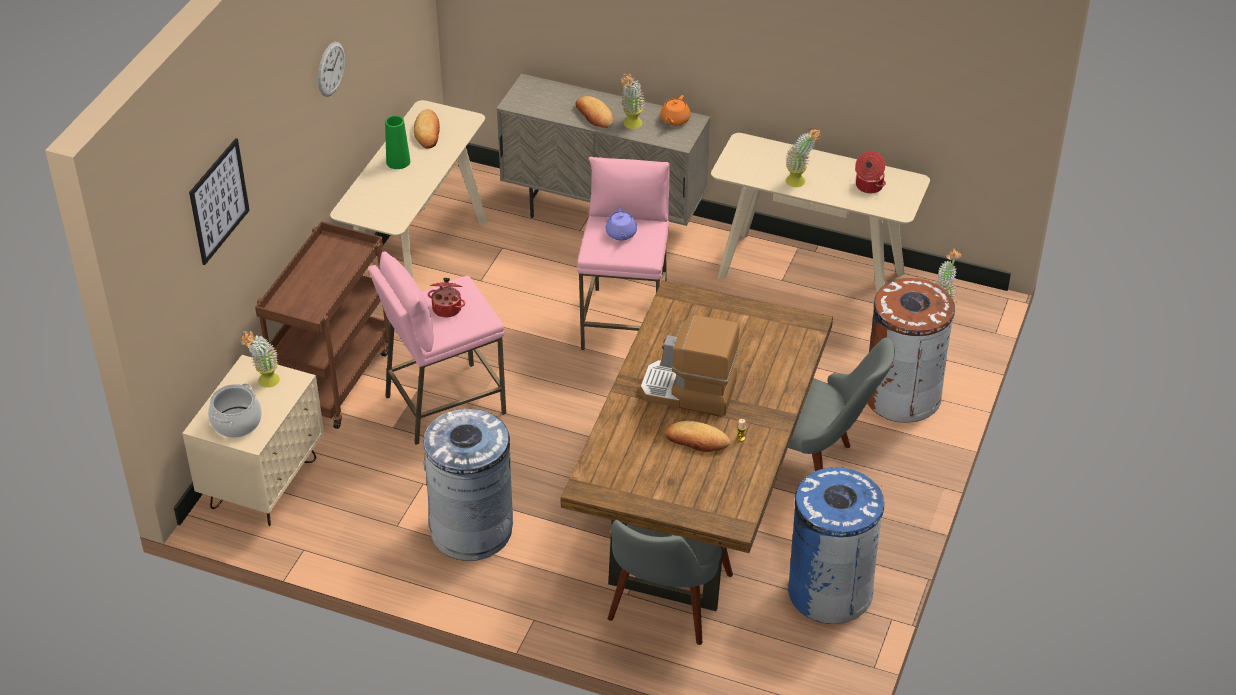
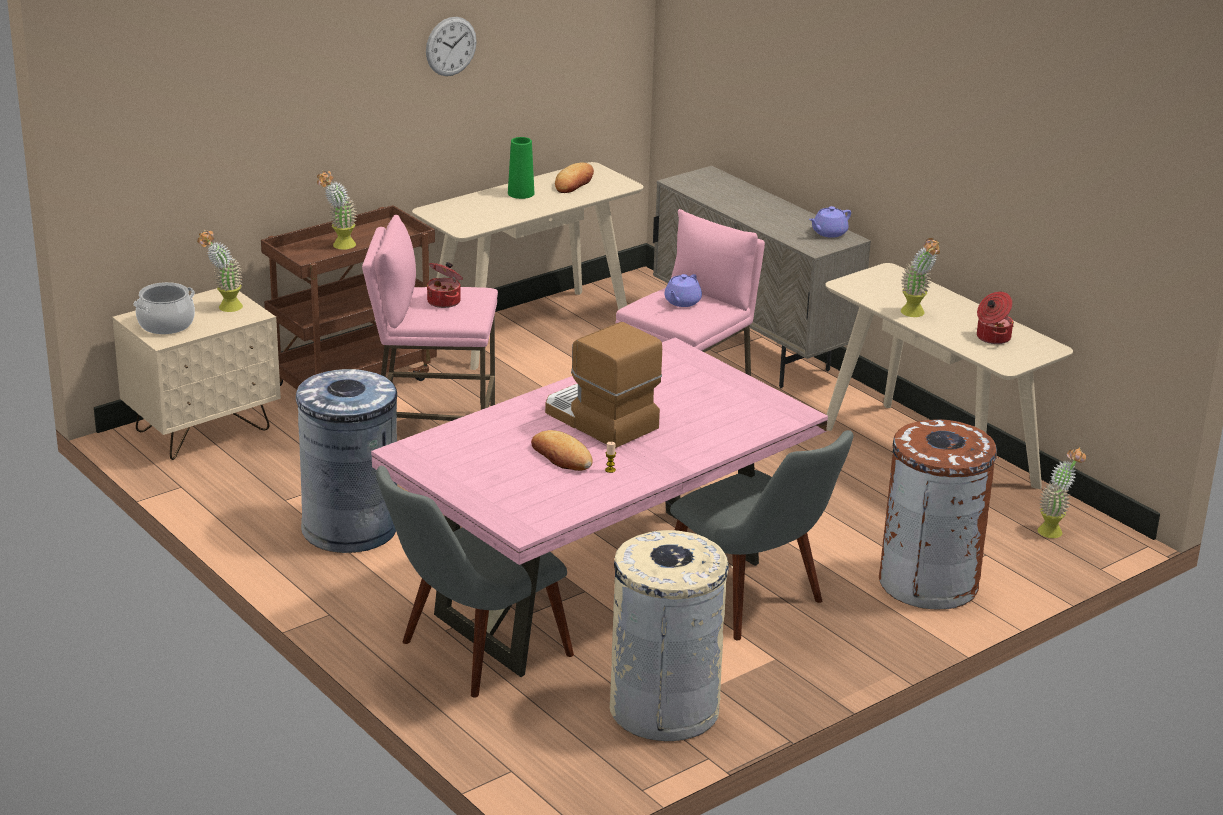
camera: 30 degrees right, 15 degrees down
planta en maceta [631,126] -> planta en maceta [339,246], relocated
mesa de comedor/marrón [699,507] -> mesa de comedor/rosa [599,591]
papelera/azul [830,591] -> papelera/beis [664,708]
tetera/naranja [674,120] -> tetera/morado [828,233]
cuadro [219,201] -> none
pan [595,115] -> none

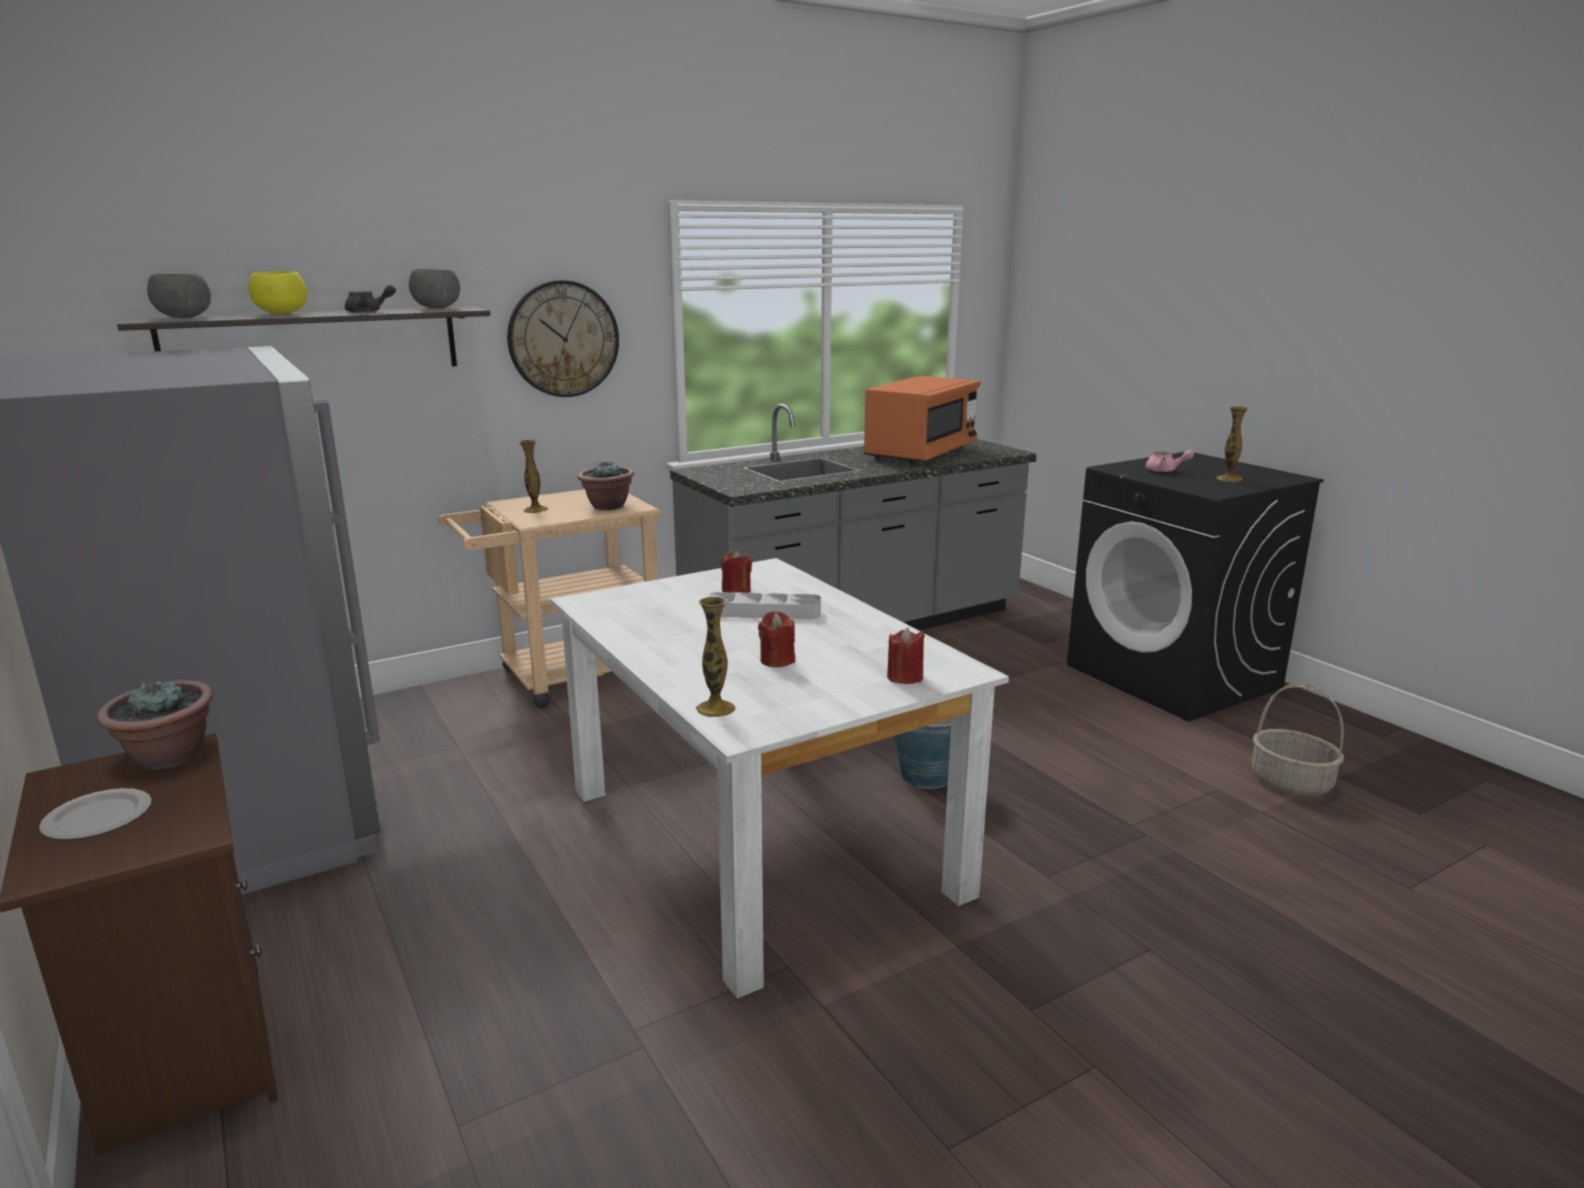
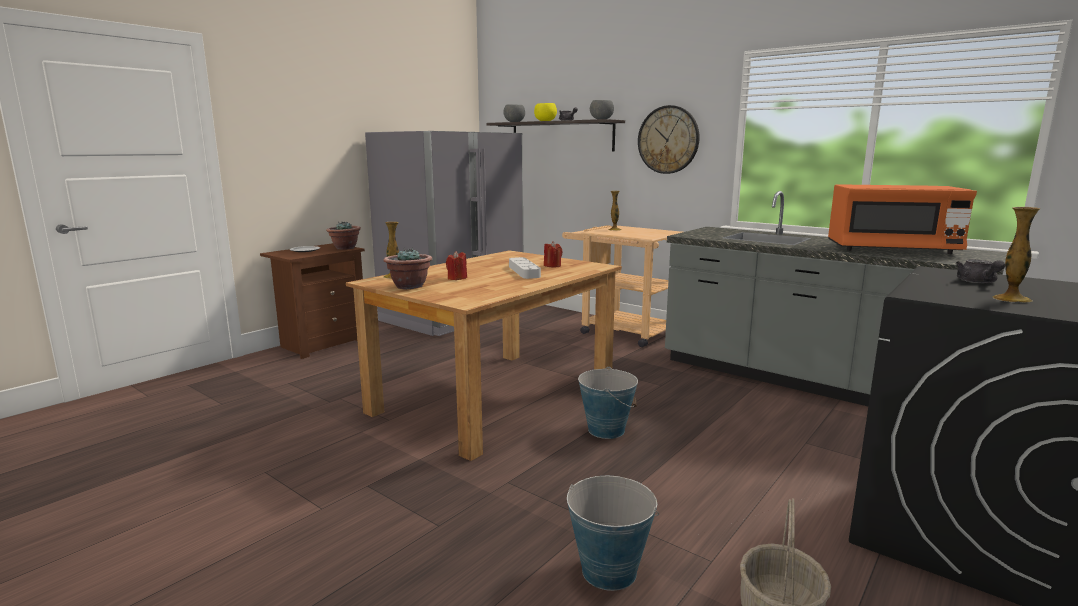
camera: 70 degrees right, 5 degrees down
mesa de comedor/blanco [756,839] -> mesa de comedor/marrón [494,396]
planta en maceta [607,506] -> planta en maceta [409,286], relocated
none -> cubo [608,571]
tetera/rosa [1165,471] -> tetera/gris [978,282]
vela/rojo [905,677] -> none

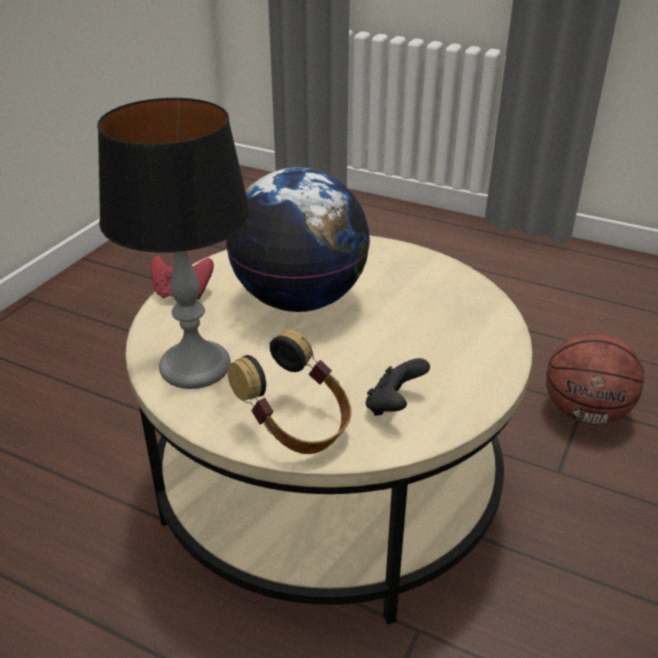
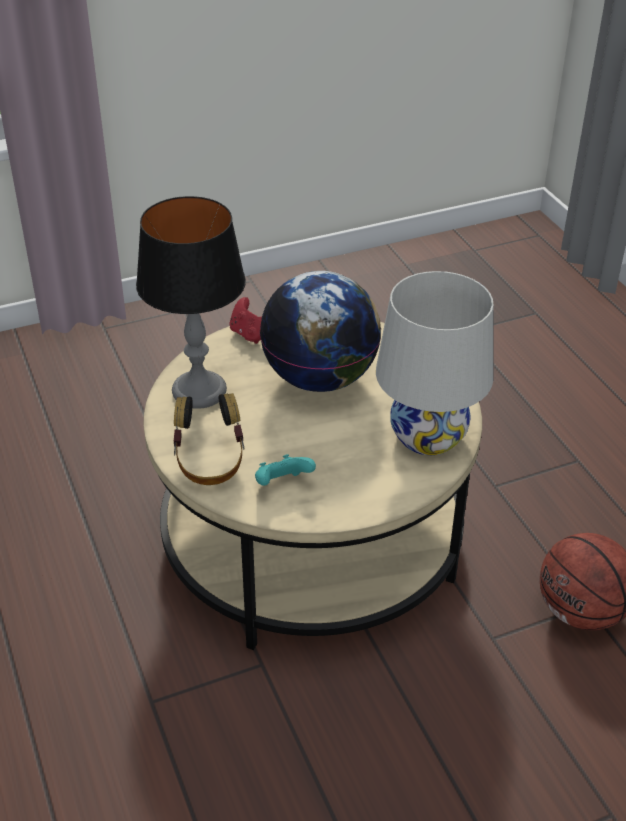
camera: 40 degrees right, 5 degrees up
mando de consola/negro [394,405] -> mando de consola/turquesa [282,484]
none -> lámpara de mesa/blanco [428,436]

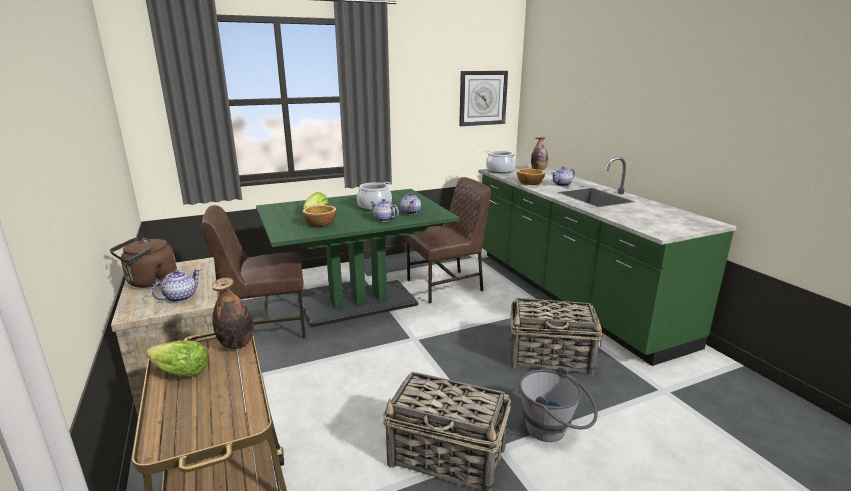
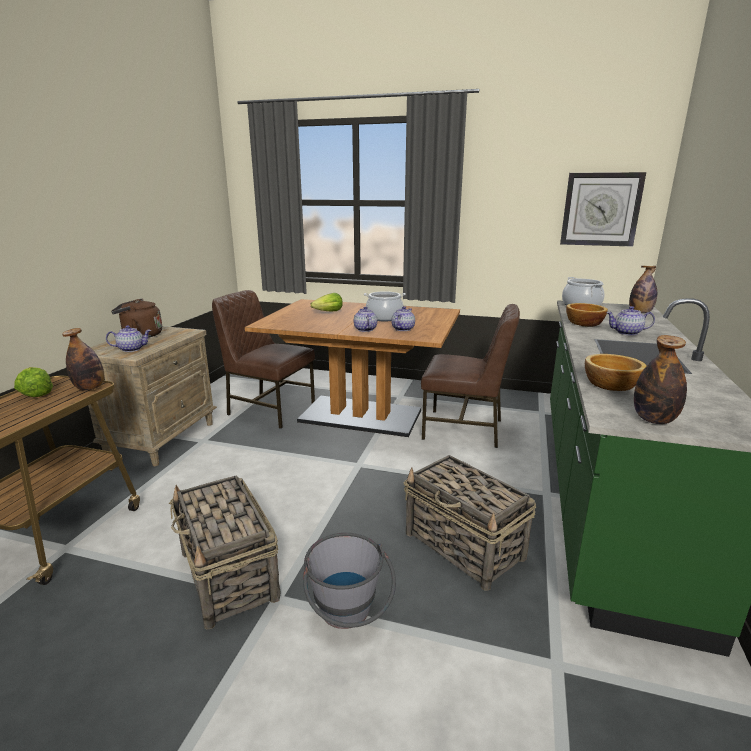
camera: 40 degrees right, 0 degrees up
mesa de comedor/verde [358,303] -> mesa de comedor/marrón [360,416]
cuenco [320,223] -> cuenco [610,385], relocated
none -> botella [654,420]

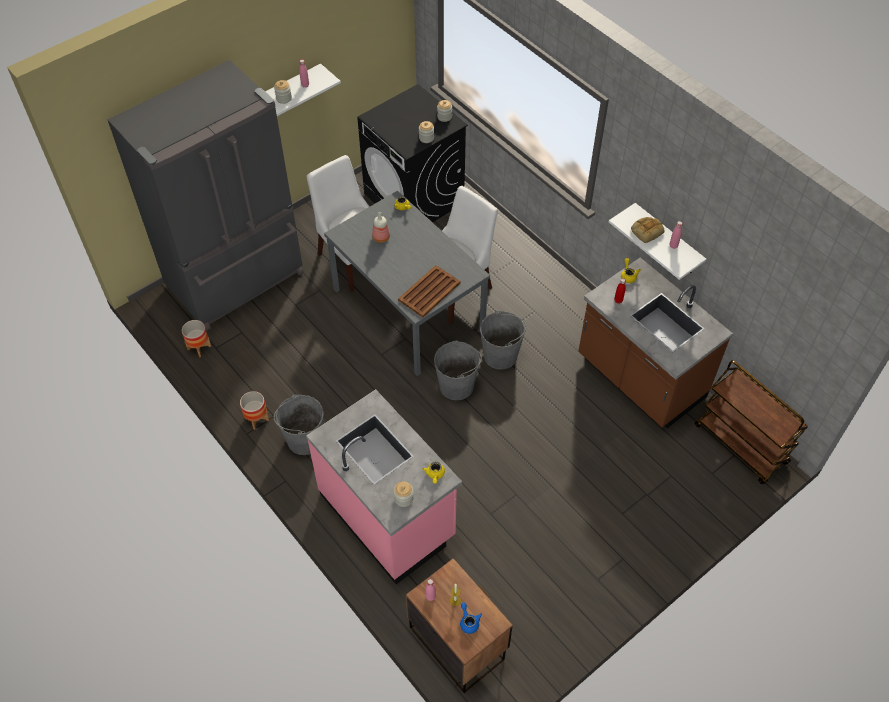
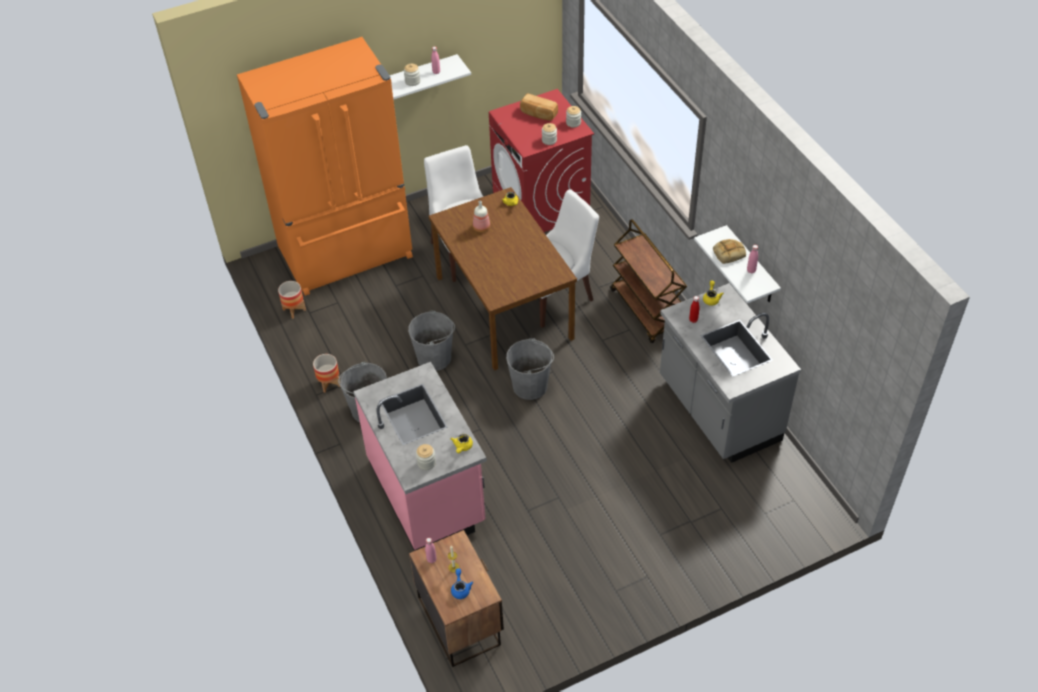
camera: 15 degrees right, 5 degrees down
nevera/gris [237,281] -> nevera/naranja [347,255]
cubo/gris [500,355] -> cubo/gris [434,358], relocated
mesa de comedor/gris [409,310] -> mesa de comedor/marrón [505,308]
lavadora/negro [414,198] -> lavadora/rojo [541,204]
none -> pan [538,114]
carrito/marrón [741,444] -> carrito/marrón [646,311], relocated
mueble bajo de cocina/marrón [639,379] -> mueble bajo de cocina/gris [717,411]
bandeja/marrón [430,291] -> none

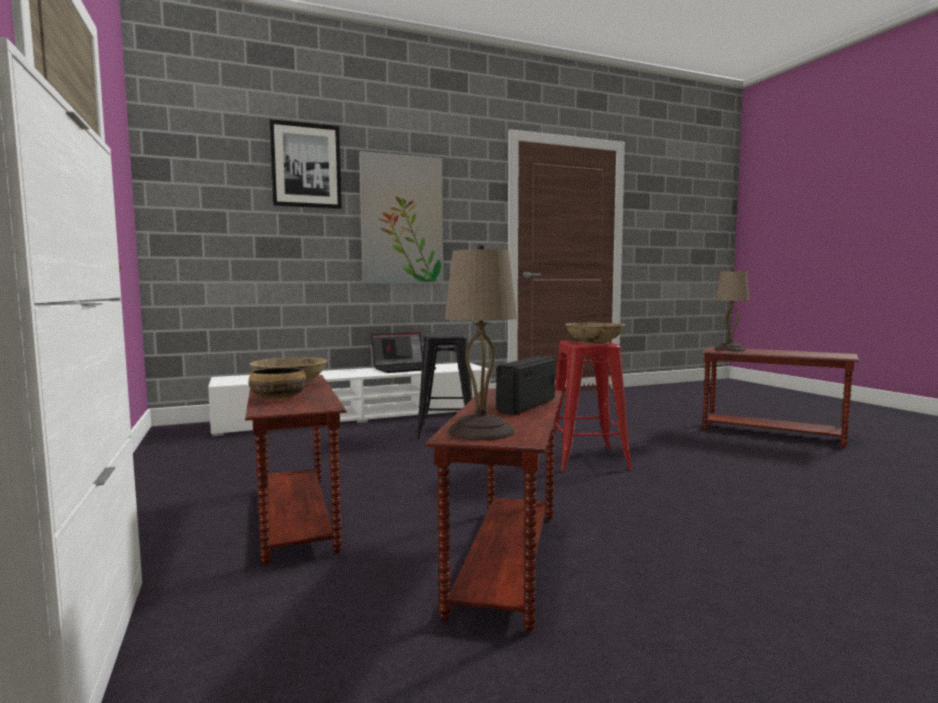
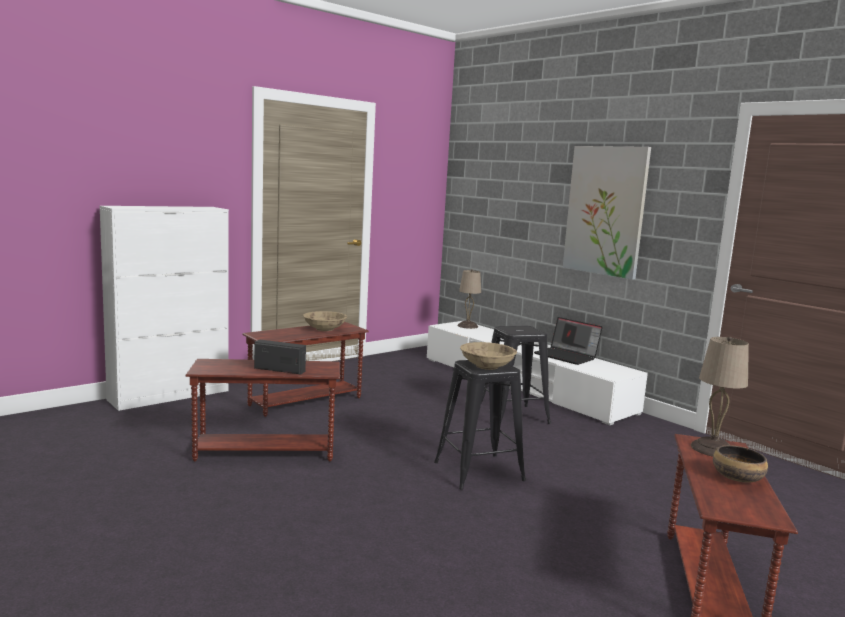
camera: 70 degrees right, 5 degrees up
taburete/rojo [586,459] -> taburete/negro [478,471]
lámpara de mesa/beis [481,432] -> lámpara de mesa/beis [467,326], relocated
cuenco [277,398] -> cuenco [736,477], relocated
cuadro [306,165] -> none

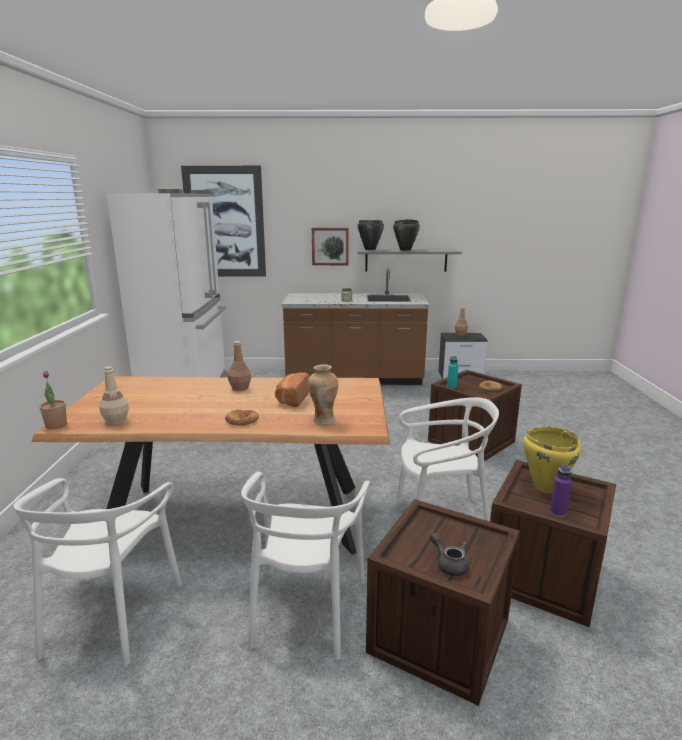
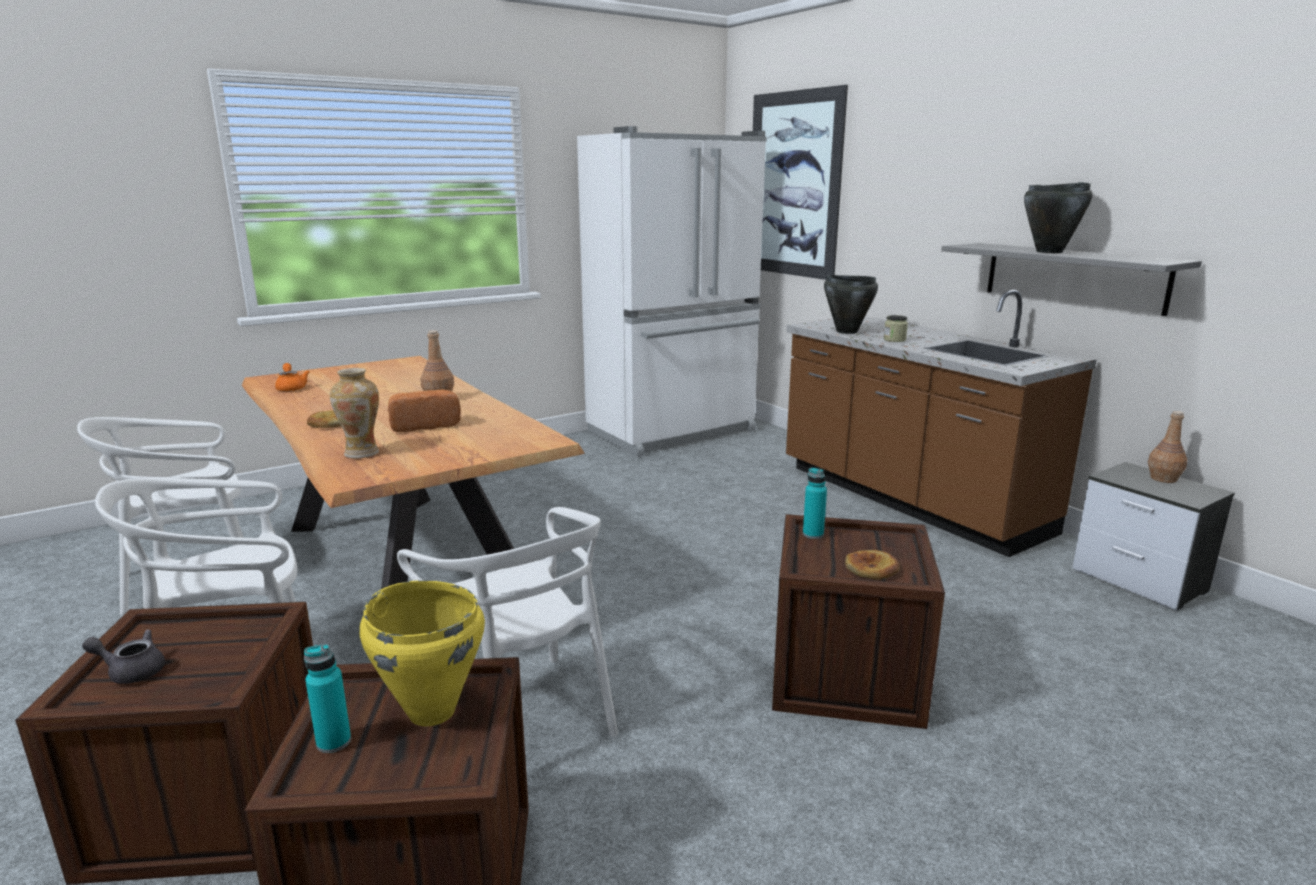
camera: 55 degrees right, 0 degrees up
tetera/gris [449,564] -> tetera/gris [131,671], 105 degrees counterclockwise
botella/beis [115,421] -> tetera/naranja [291,388]
botella/morado [558,512] -> botella/turquesa [333,742]
olla/negro [369,249] -> olla/negro [846,331], relocated
planta en maceta [56,425] -> none
cuadro [330,246] -> none

